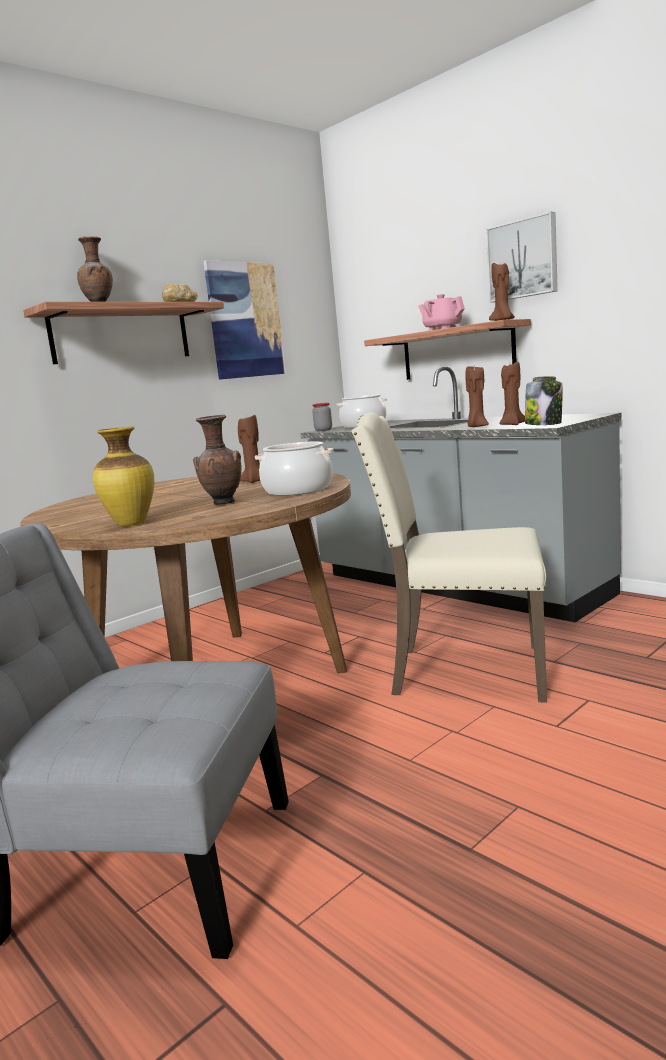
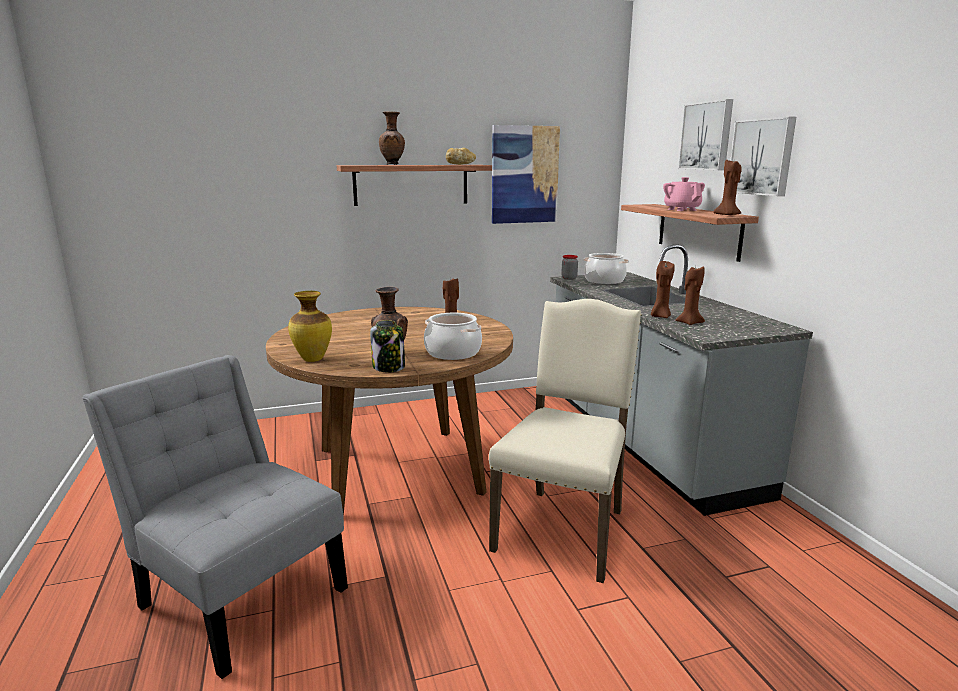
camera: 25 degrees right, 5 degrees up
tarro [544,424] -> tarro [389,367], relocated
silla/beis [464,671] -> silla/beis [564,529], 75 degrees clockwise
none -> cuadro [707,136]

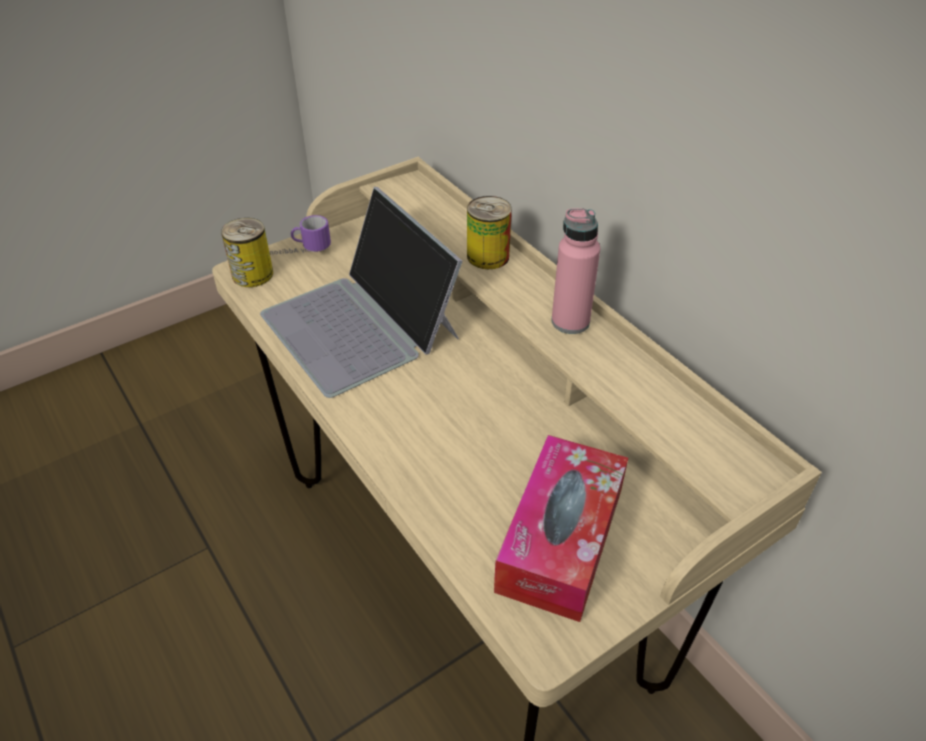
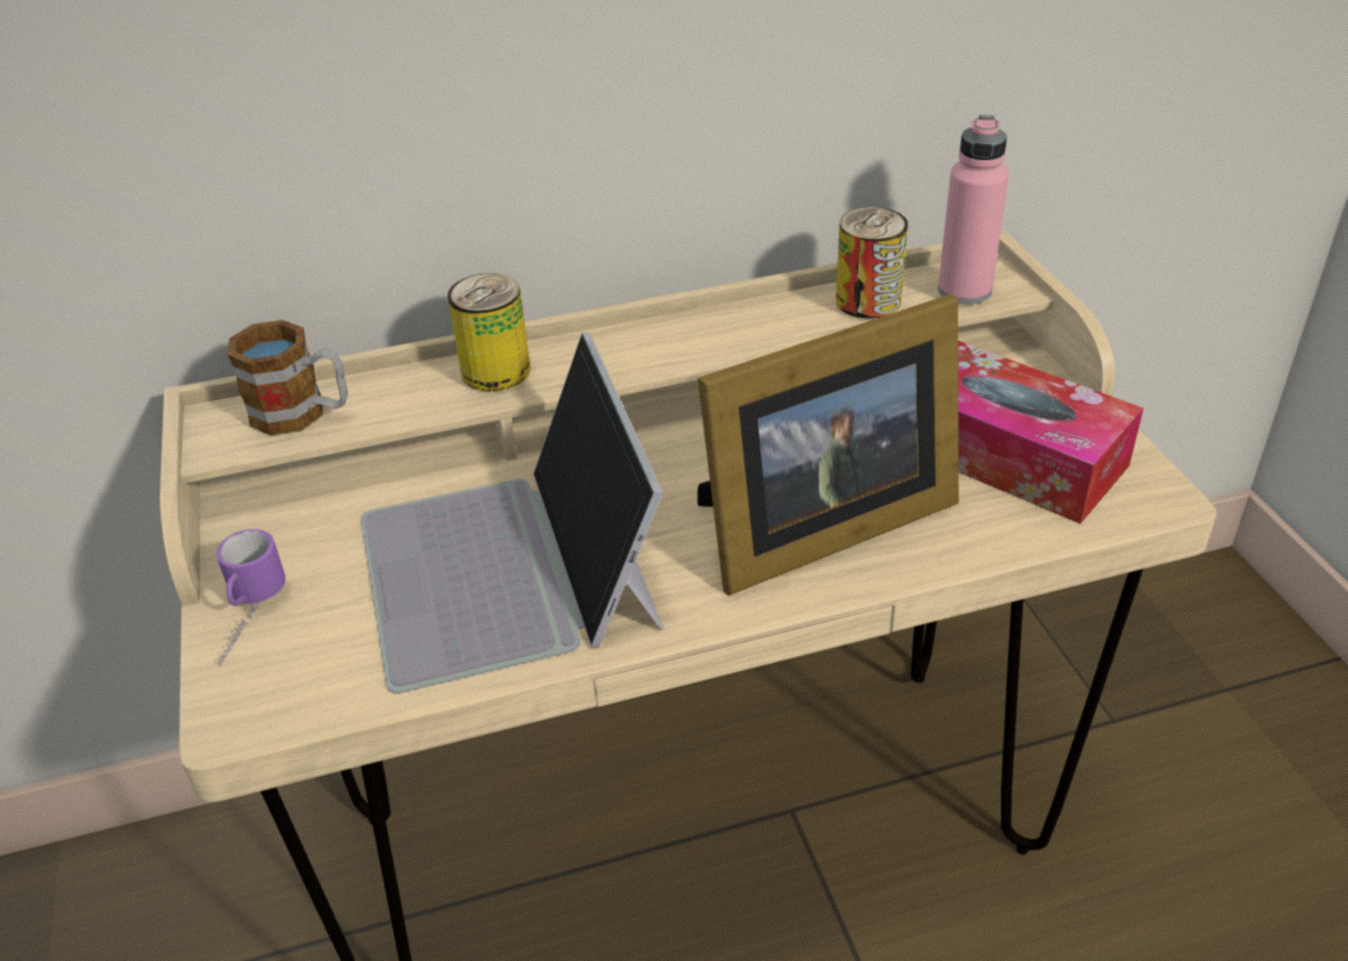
camera: 70 degrees left, 5 degrees down
none -> taza grande [302,413]
portátil [361,325] -> portátil [511,569], 90 degrees clockwise
none -> portarretratos [817,528]
lata [252,274] -> lata [868,301], relocated
botella/rosa [570,321] -> botella/rosa [964,291], relocated

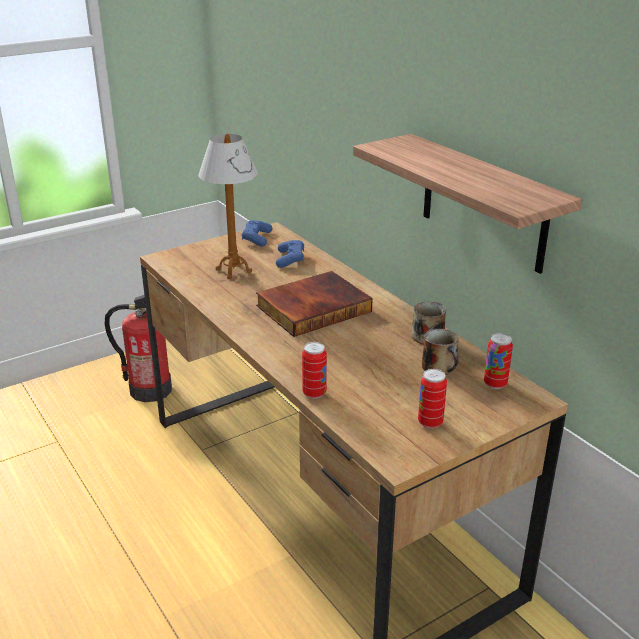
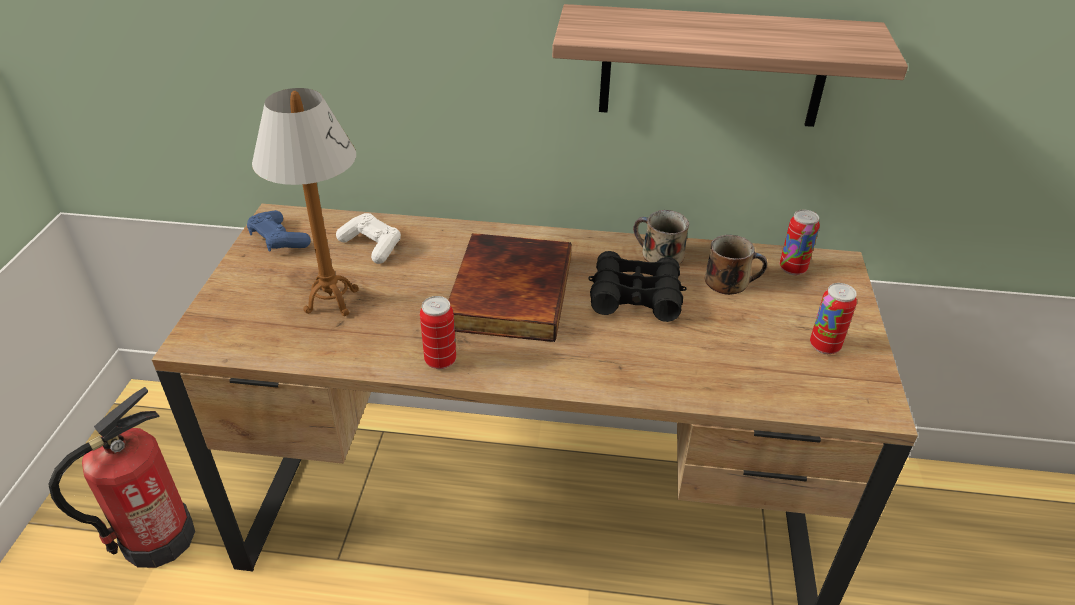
camera: 50 degrees left, 10 degrees up
mando de consola/azul [290,259] -> mando de consola/blanco [372,245]
lata [314,393] -> lata [440,360], relocated
none -> prismáticos/negro [635,296]

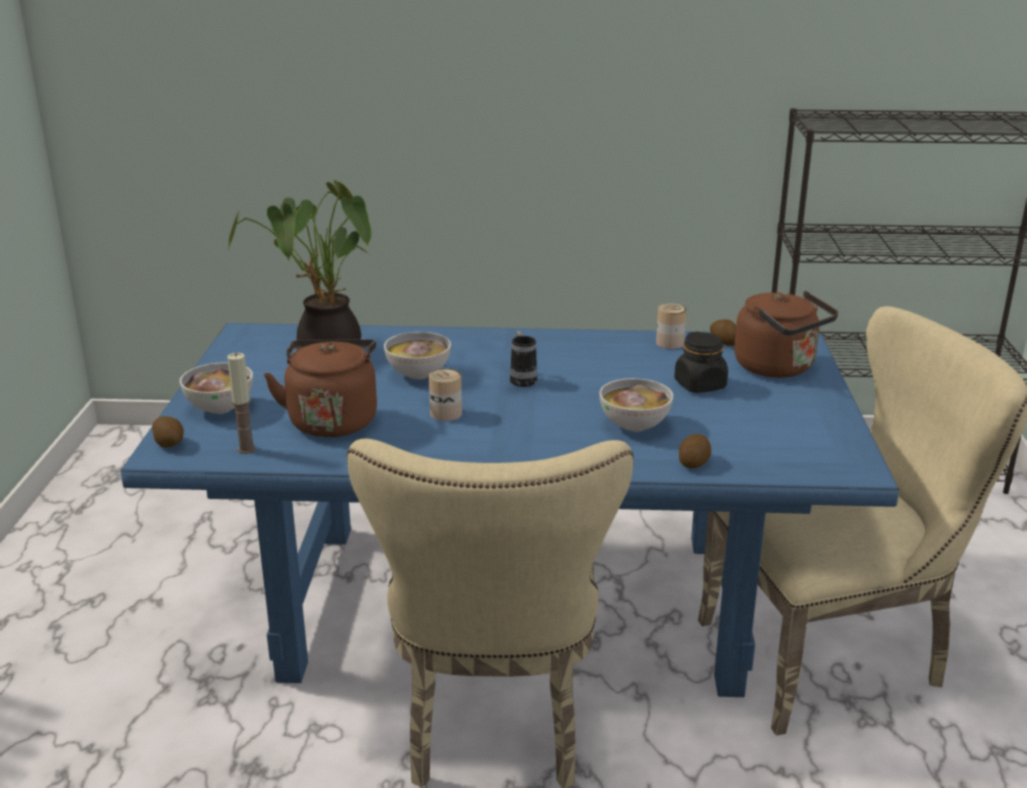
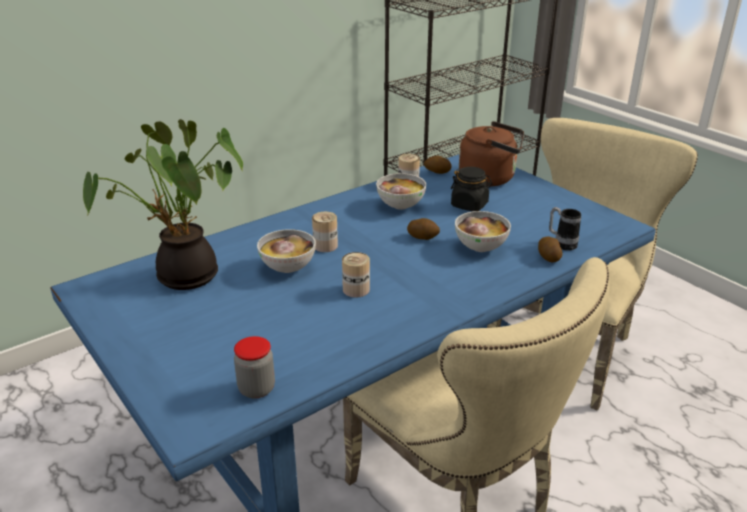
camera: 40 degrees left, 5 degrees up
vela [246,449] -> tarro [256,389]
none -> lata [325,246]
cuenco [220,408] -> cuenco [400,205], relocated
patata [170,443] -> patata [423,237], relocated
taza grande [522,379] -> taza grande [561,244], relocated
hervidor/marrón [332,420] -> none

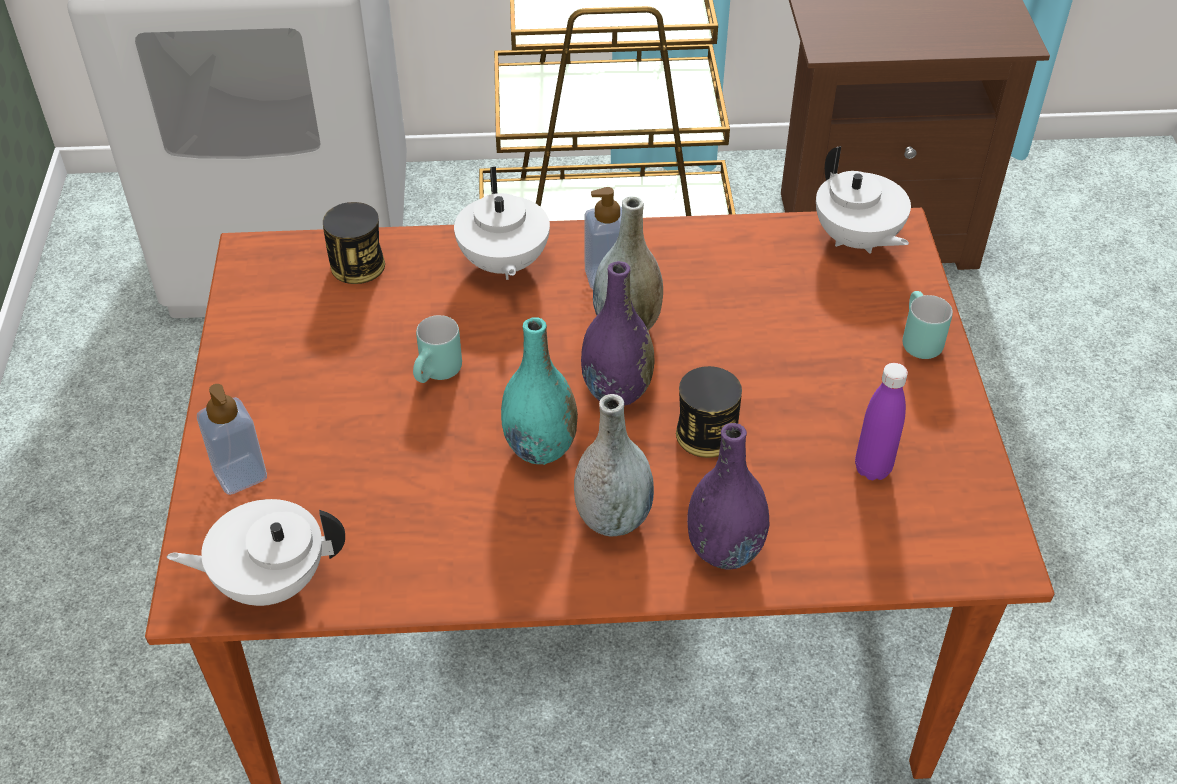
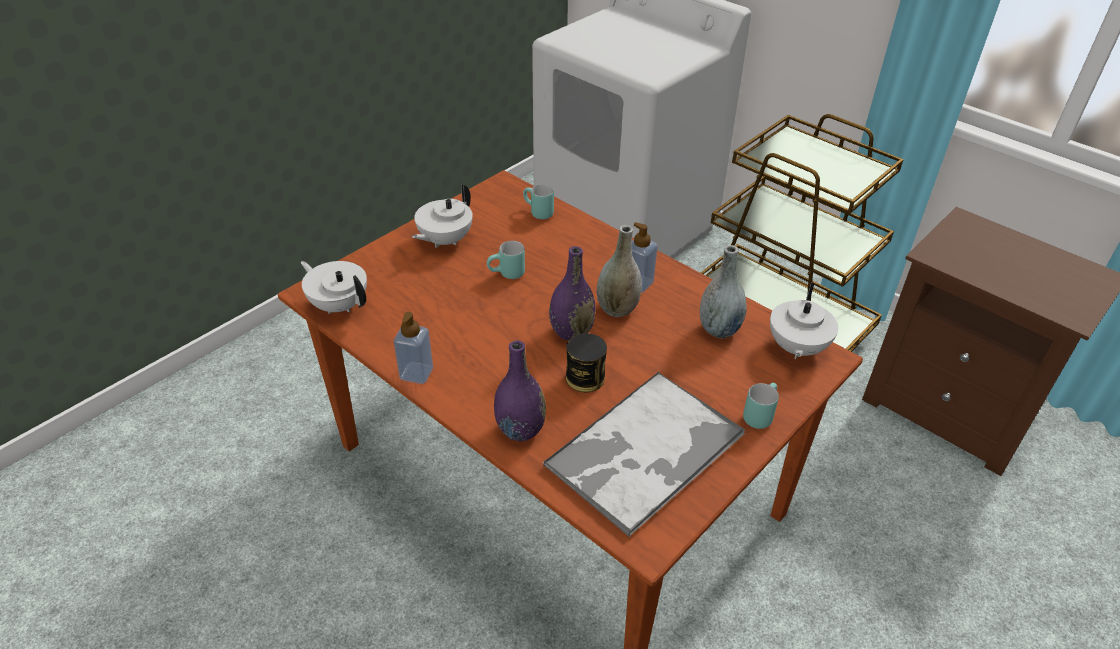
camera: 45 degrees right, 5 degrees down
dispensador de jabón [240,474] -> dispensador de jabón [416,373], relocated
tetera/blanco [503,264] -> tetera/blanco [444,240], relocated
lata [357,265] -> taza grande/turquesa [537,213]
botella/morado [872,468] -> bandeja [643,452]
florero/gris [613,519] -> florero/gris [719,330], relocated
florero/turquesa [540,448] -> none

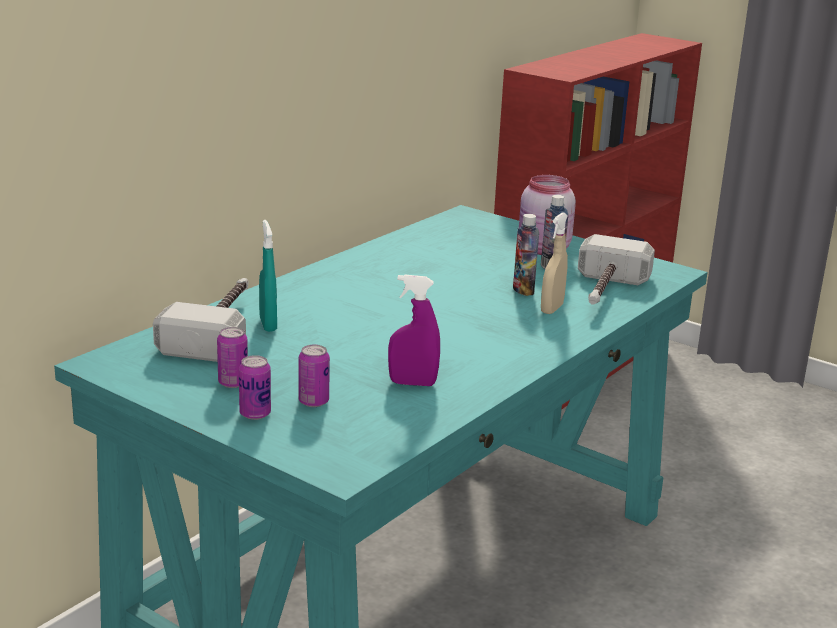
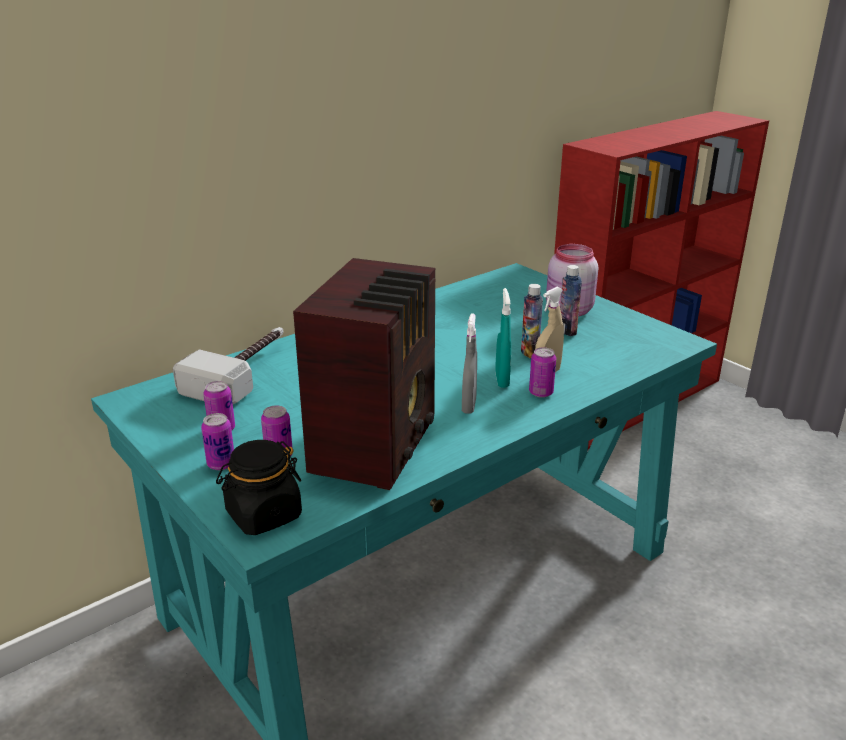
camera: 15 degrees right, 5 degrees up
none -> tarro/negro [263,515]
pulverizador/morado [412,383] -> radio [377,444]
none -> pulverizador/gris [469,406]
pulverizador/turquesa [268,324] -> pulverizador/turquesa [502,380], relocated
none -> lata [541,393]
martillo [605,291] -> none

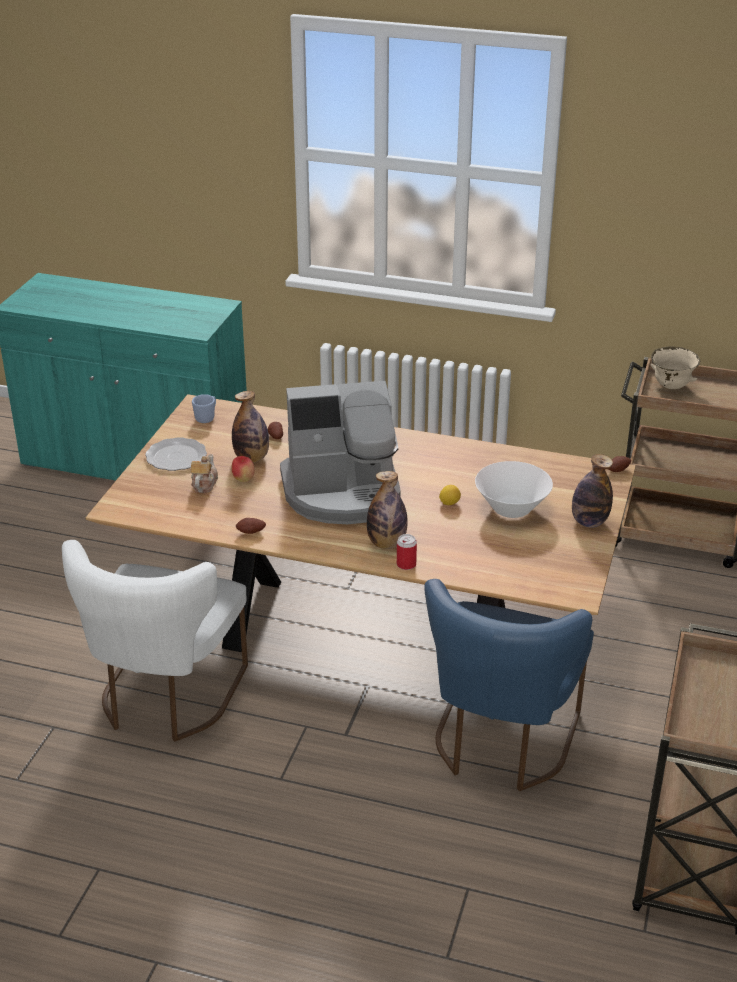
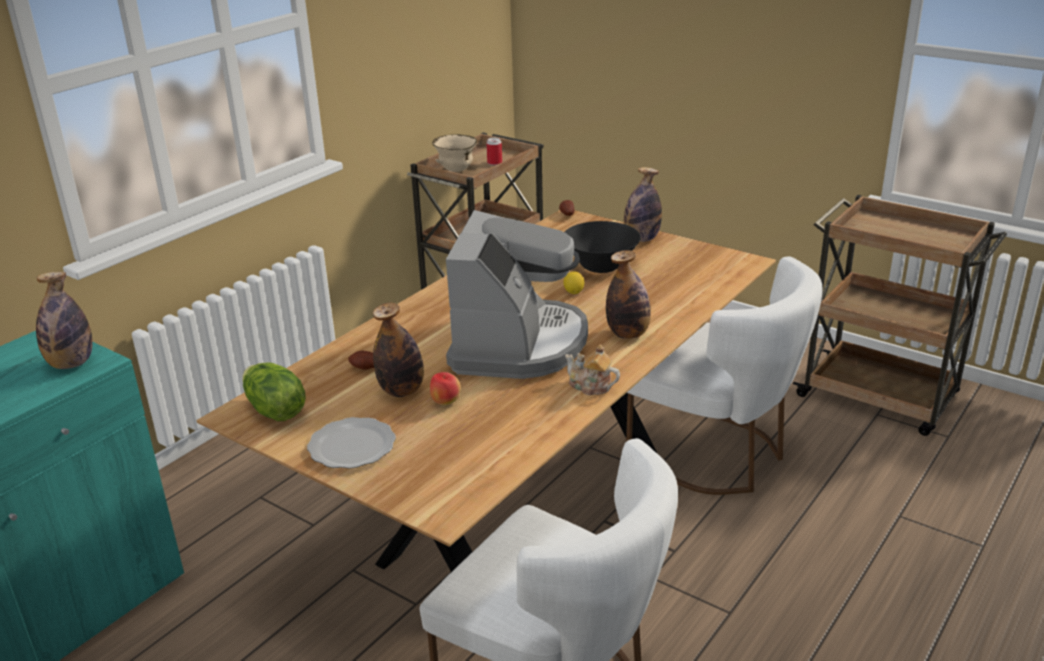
camera: 70 degrees left, 5 degrees down
none -> botella [71,364]
taza grande/azul [207,417] -> lechuga [274,411]
lata [406,564] -> lata [494,163], relocated
cuenco/blanco [511,508] -> cuenco/negro [600,266]
tetera [204,484] -> tetera [590,386], relocated
silla/azul [501,744] -> silla/blanco [718,456]
patata [251,533] -> none

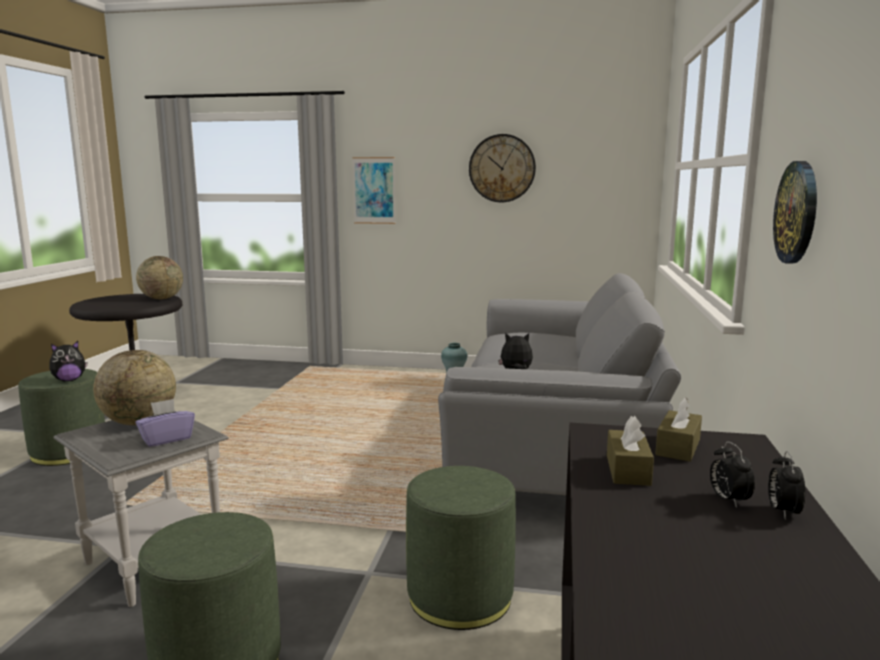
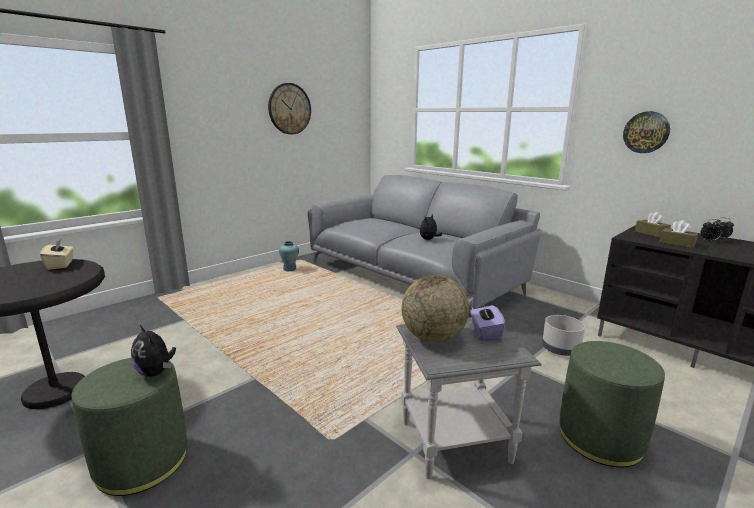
camera: 55 degrees left, 5 degrees up
globo terráqueo [161,298] -> caja de pañuelos/beis [60,265]
peluche [69,380] -> peluche [156,372], 135 degrees clockwise
puf/verde [460,596] -> maceta/gris [561,349]
cuadro [374,190] -> none

